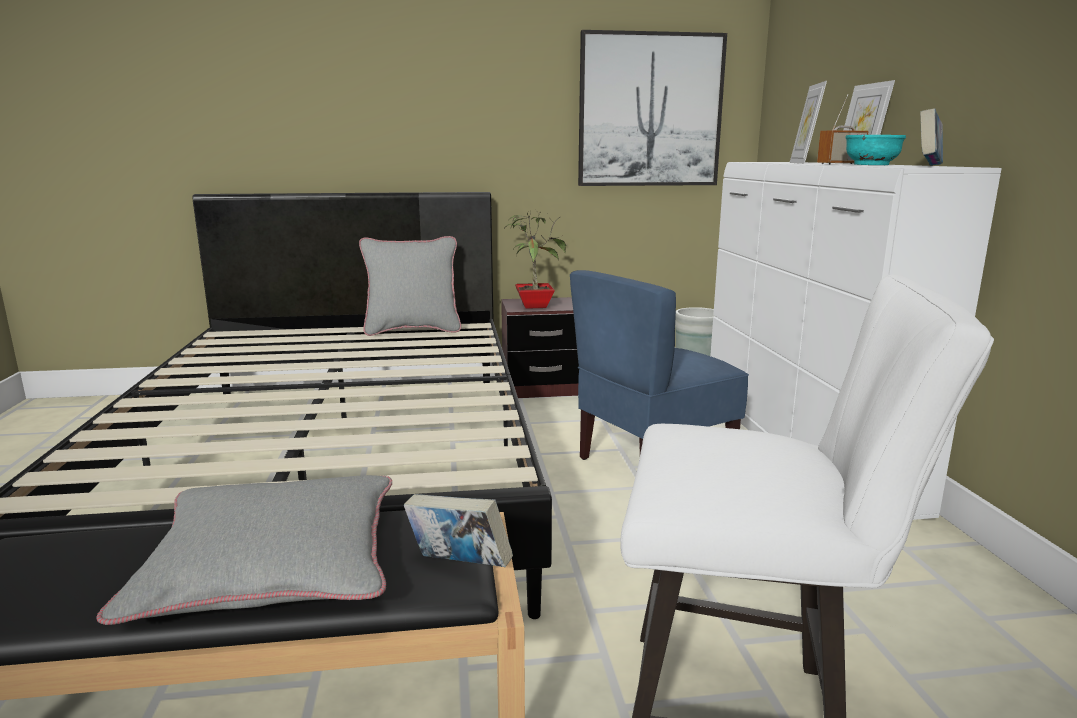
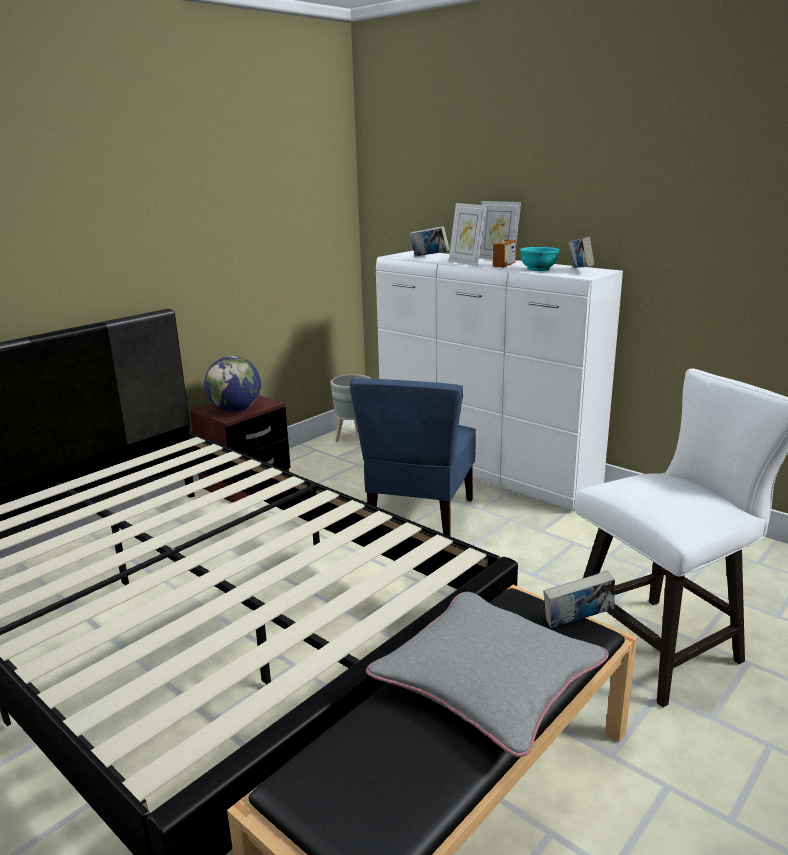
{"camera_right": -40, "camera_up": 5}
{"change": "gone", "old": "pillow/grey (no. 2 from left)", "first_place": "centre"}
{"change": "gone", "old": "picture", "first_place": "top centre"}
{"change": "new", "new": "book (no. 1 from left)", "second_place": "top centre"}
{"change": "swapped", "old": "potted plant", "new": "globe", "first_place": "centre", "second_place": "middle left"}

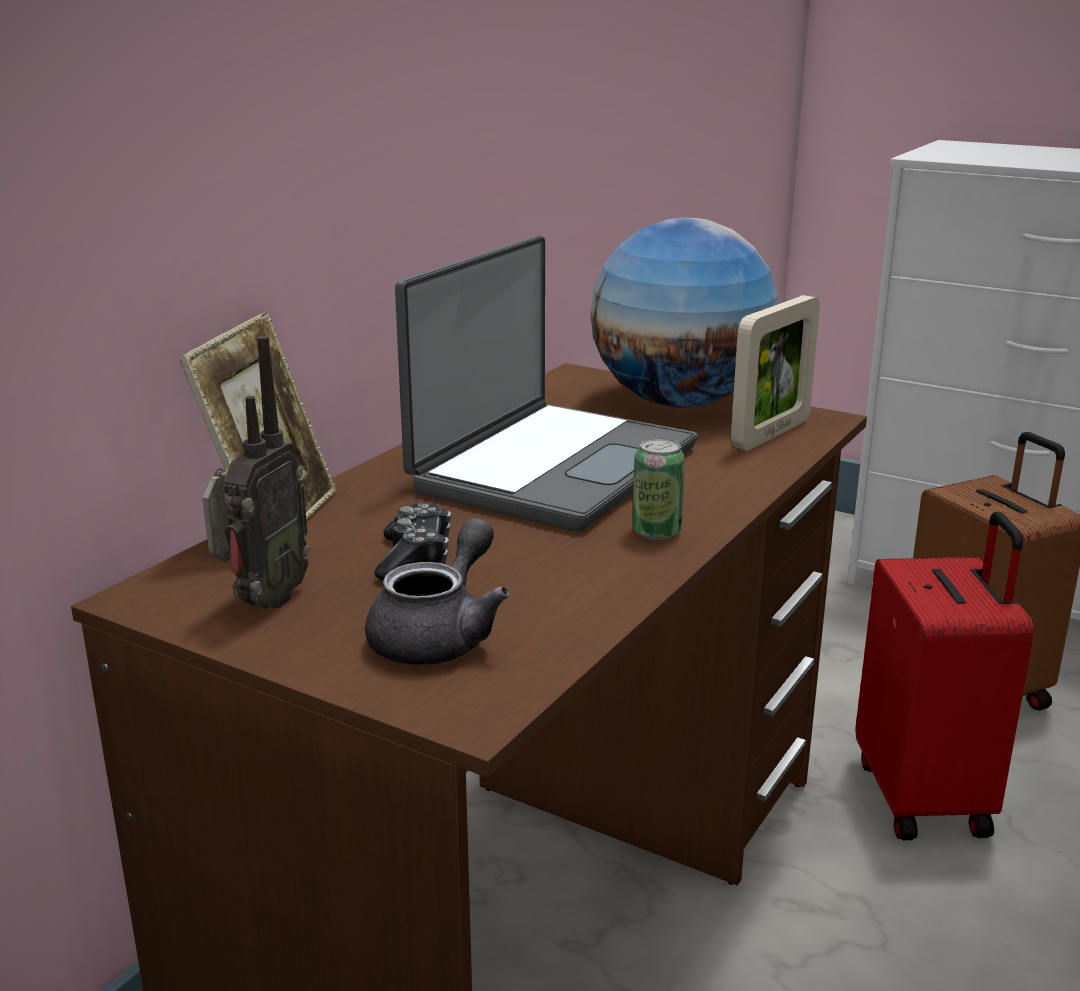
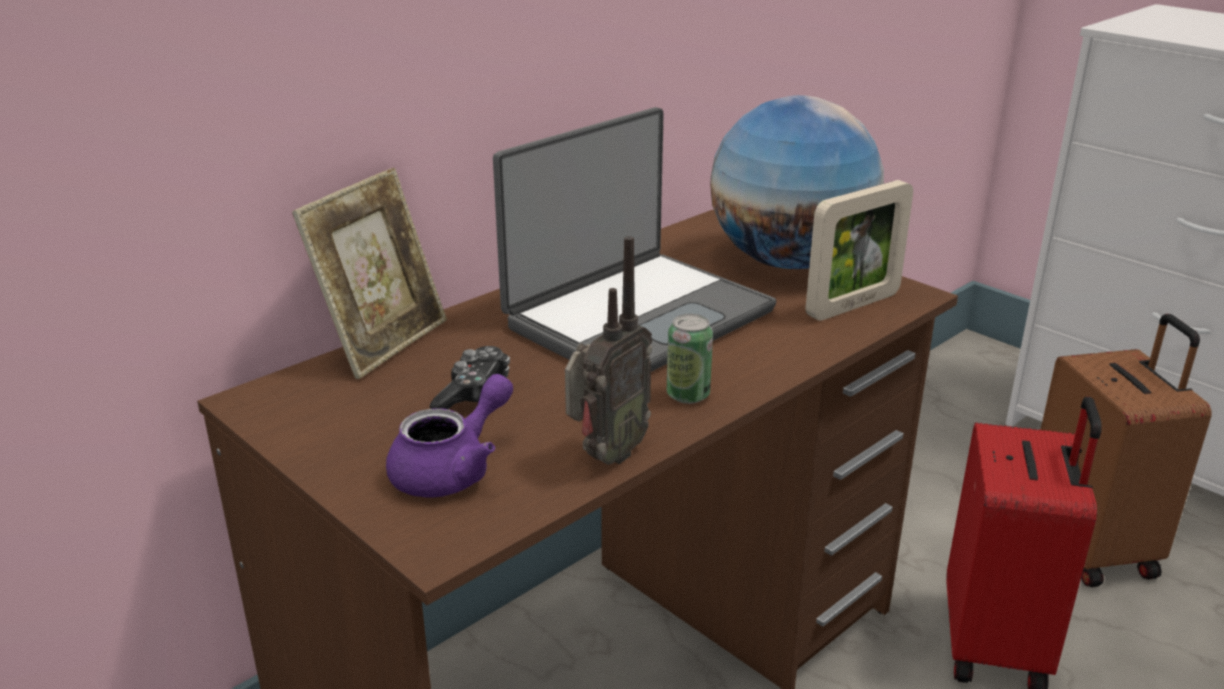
{"camera_right": 15, "camera_up": 5}
{"change": "shifted", "old": "radio", "first_place": "middle left", "second_place": "centre"}
{"change": "repainted", "old": "teapot/grey", "new": "teapot/purple", "first_place": "centre", "second_place": "centre"}

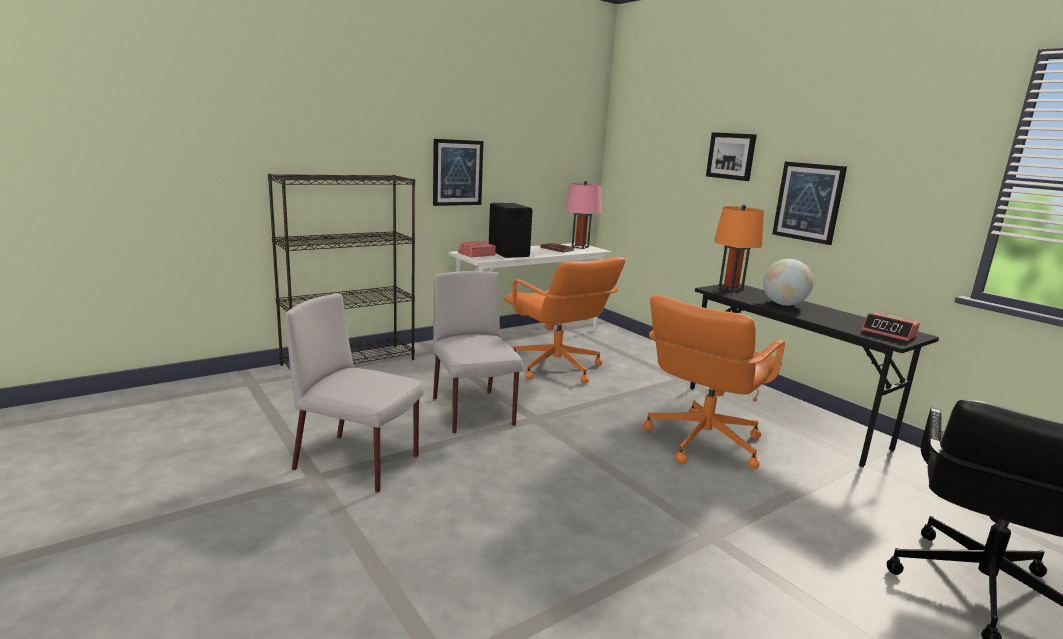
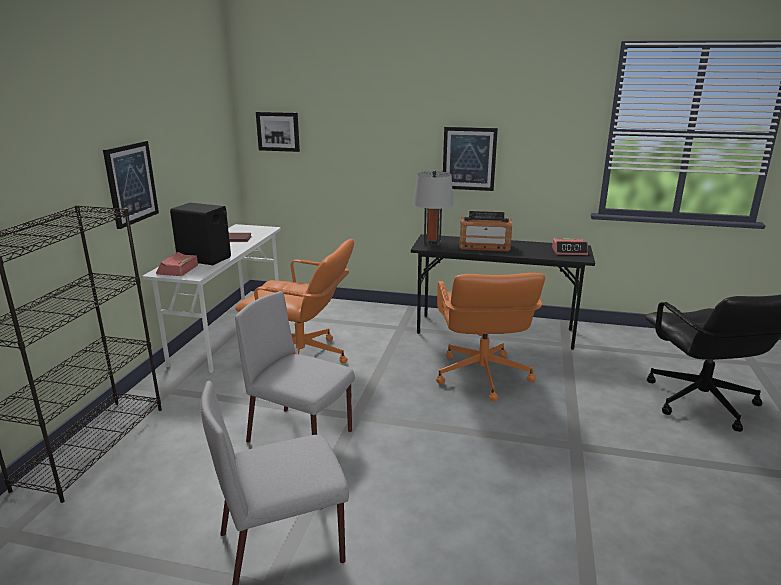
{"camera_right": -40, "camera_up": 5}
{"change": "gone", "old": "table lamp/pink", "first_place": "centre"}
{"change": "shifted", "old": "picture (no. 2 from left)", "first_place": "top right", "second_place": "top centre"}
{"change": "swapped", "old": "globe", "new": "radio", "first_place": "middle right", "second_place": "centre"}
{"change": "repainted", "old": "table lamp/orange", "new": "table lamp/grey", "first_place": "middle right", "second_place": "centre"}

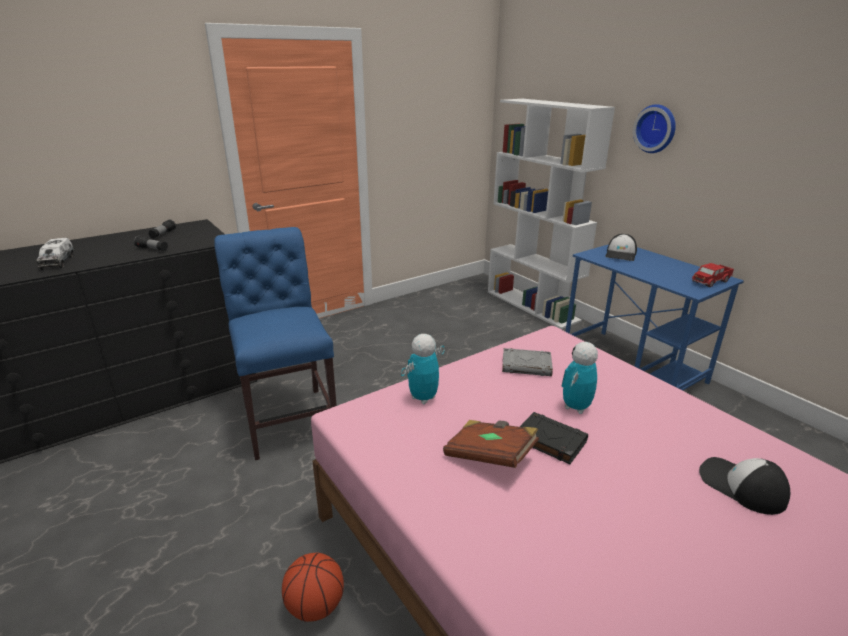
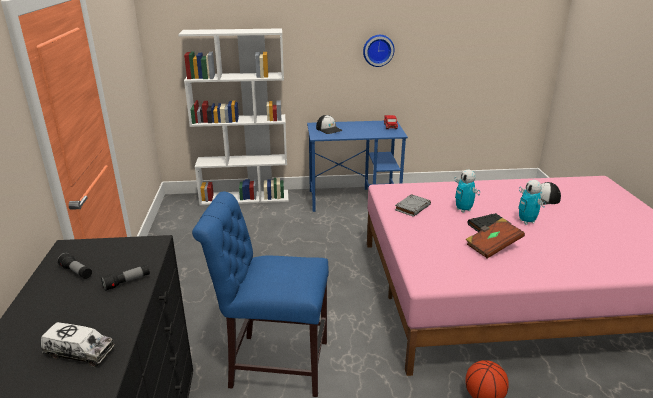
{"camera_right": -60, "camera_up": 0}
{"change": "shifted", "old": "toy robot (no. 1 from left in the first image)", "new": "toy robot (no. 2 from left)", "first_place": "centre", "second_place": "middle right"}
{"change": "shifted", "old": "wall clock", "first_place": "top right", "second_place": "top centre"}

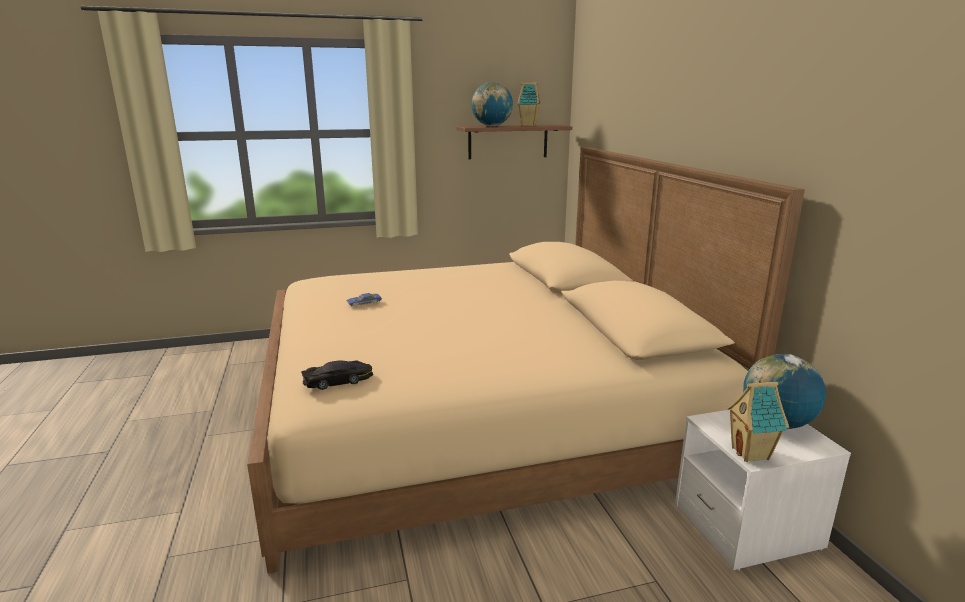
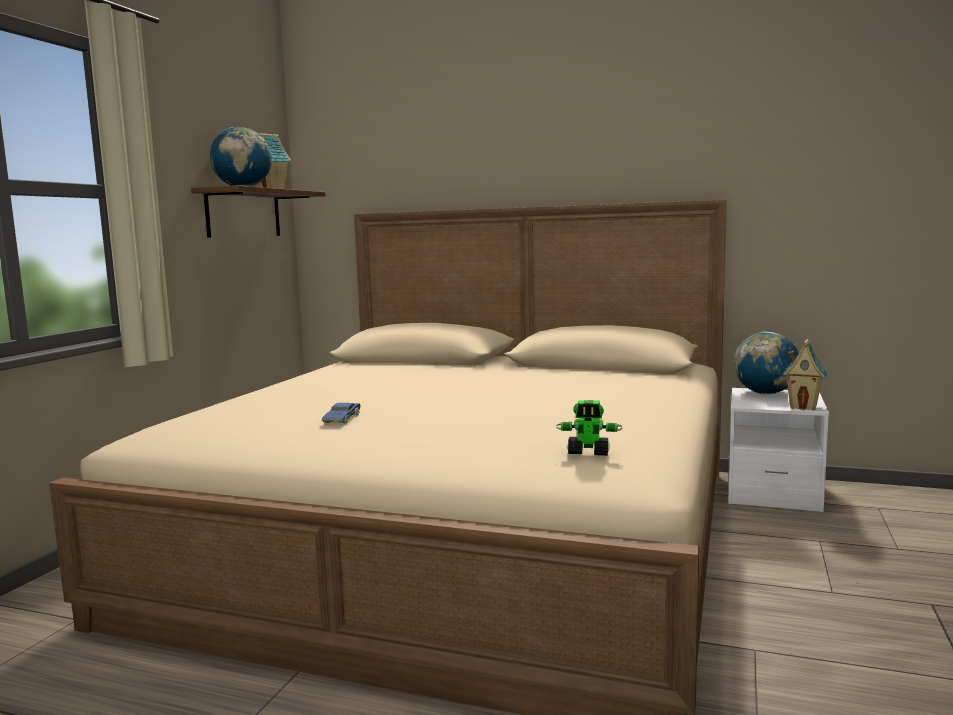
{"camera_right": -55, "camera_up": -10}
{"change": "swapped", "old": "toy car/black", "new": "toy robot", "first_place": "centre", "second_place": "centre"}

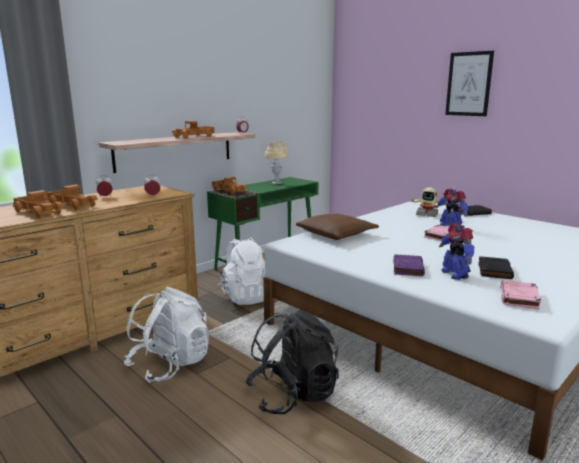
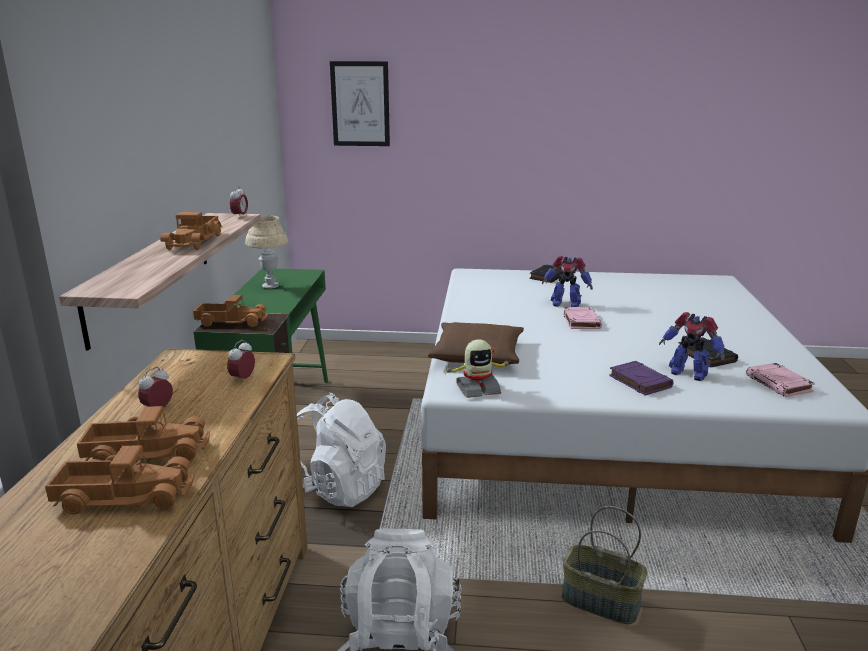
{"camera_right": -40, "camera_up": 5}
{"change": "shifted", "old": "toy robot (no. 1 from left)", "first_place": "middle right", "second_place": "centre"}
{"change": "shifted", "old": "picture", "first_place": "top right", "second_place": "top centre"}
{"change": "swapped", "old": "backpack/black", "new": "basket", "first_place": "bottom centre", "second_place": "bottom right"}

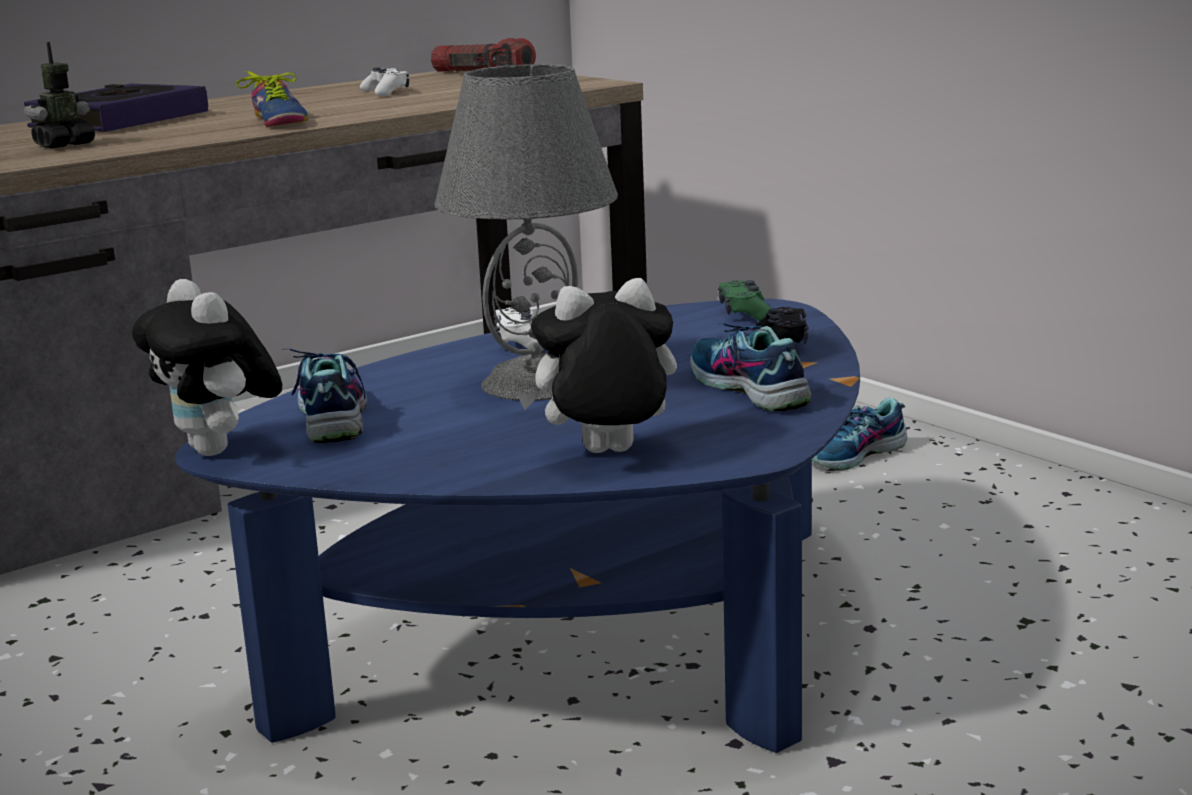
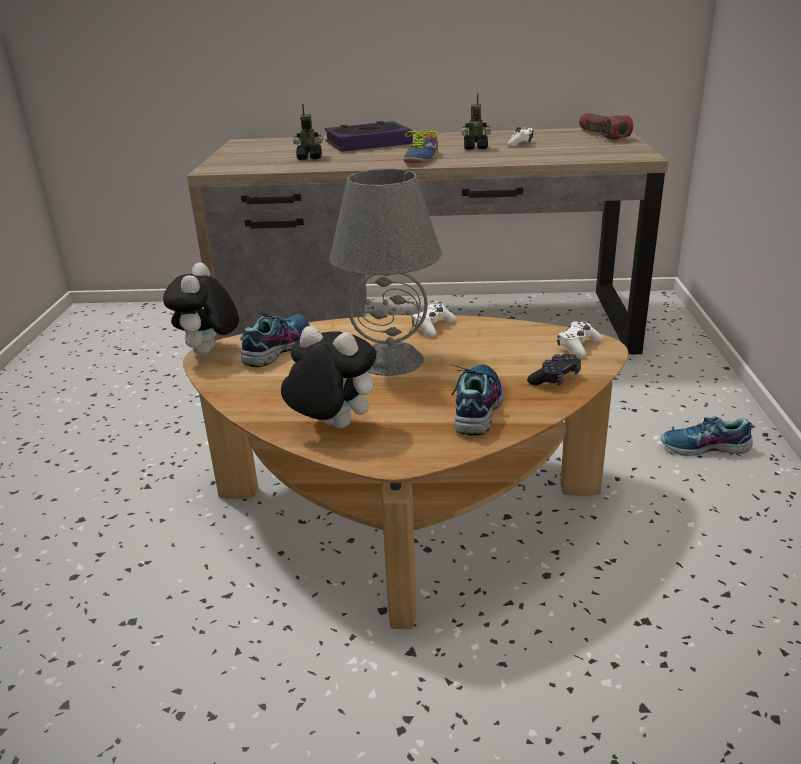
{"camera_right": 40, "camera_up": 10}
{"change": "new", "new": "toy robot (no. 2 from left)", "second_place": "top centre"}
{"change": "repainted", "old": "coffee table/blue", "new": "coffee table/brown", "first_place": "centre", "second_place": "centre"}
{"change": "repainted", "old": "game controller/green", "new": "game controller/white (no. 3 from left)", "first_place": "centre", "second_place": "middle right"}

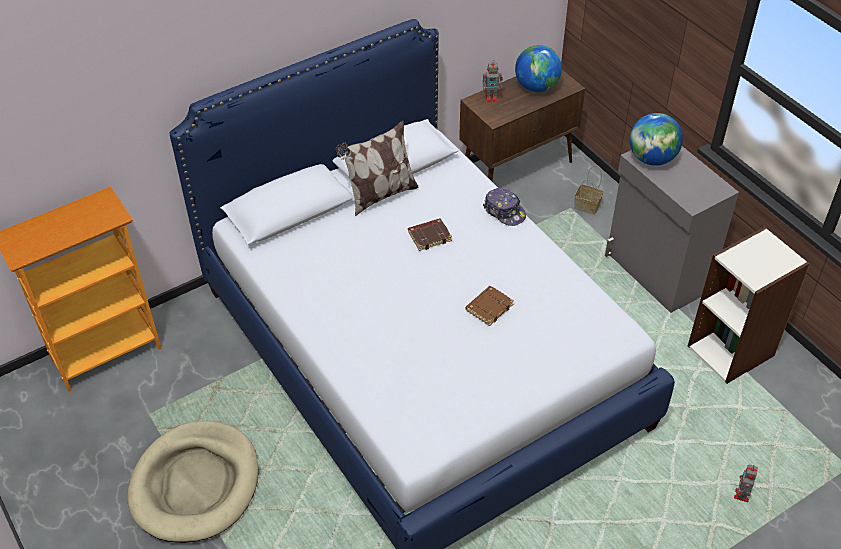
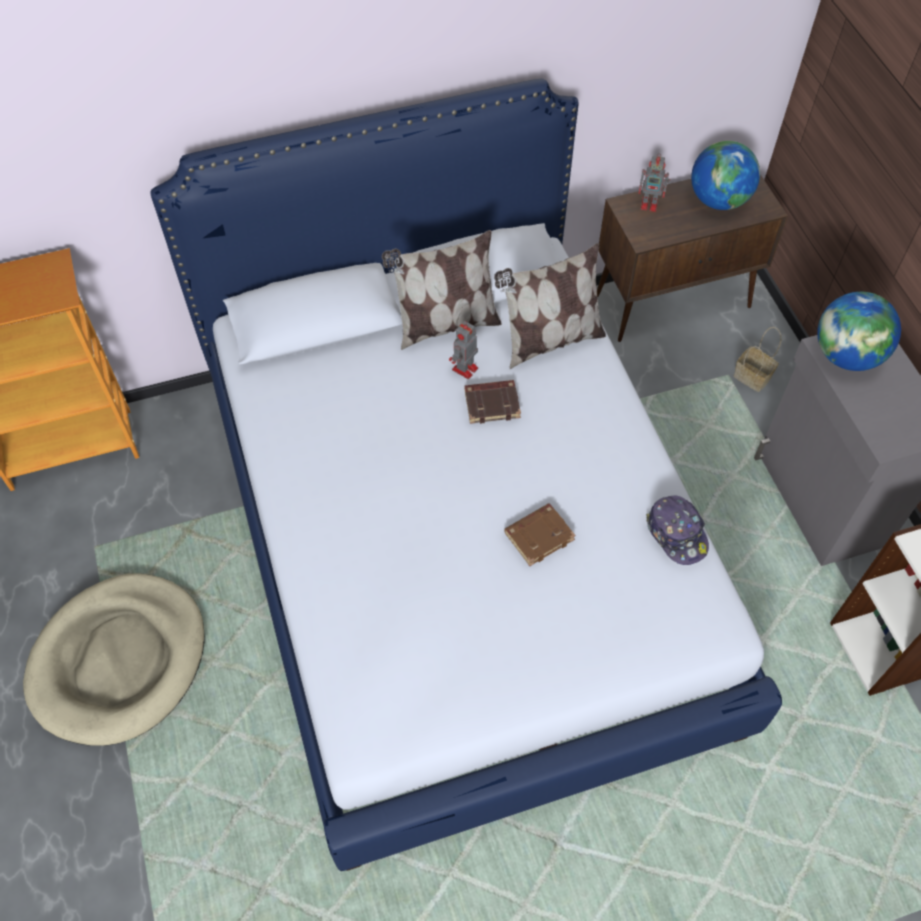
{"camera_right": 15, "camera_up": 10}
{"change": "new", "new": "pillow (no. 2 from left)", "second_place": "top centre"}
{"change": "shifted", "old": "cap", "first_place": "centre", "second_place": "middle right"}
{"change": "shifted", "old": "toy robot (no. 2 from left in the first image)", "new": "toy robot (no. 1 from left)", "first_place": "bottom right", "second_place": "centre"}

